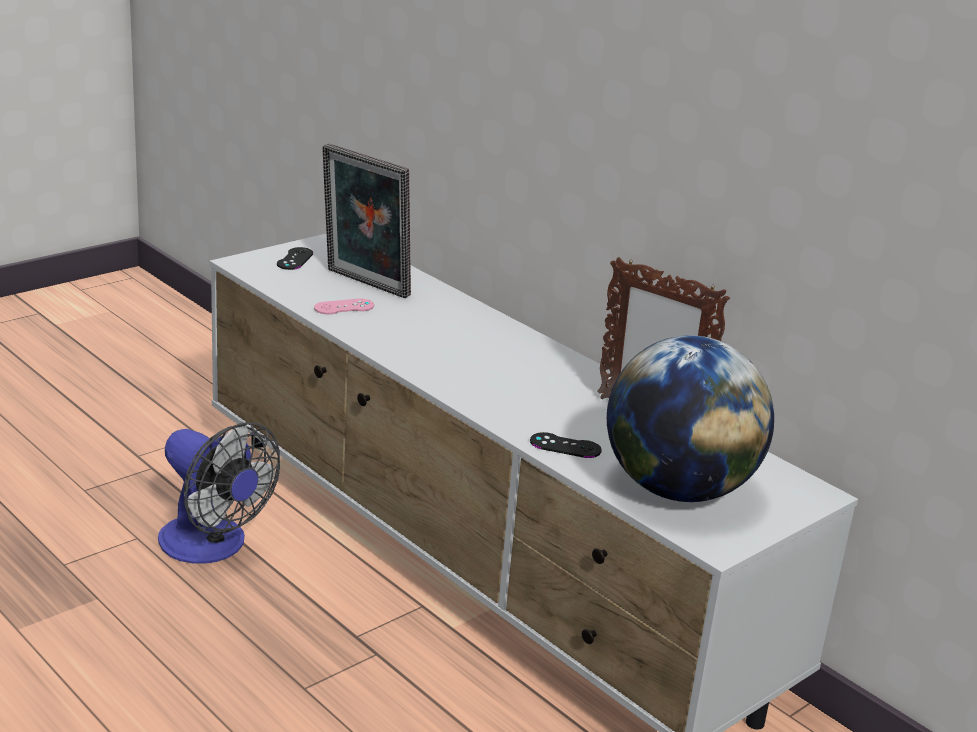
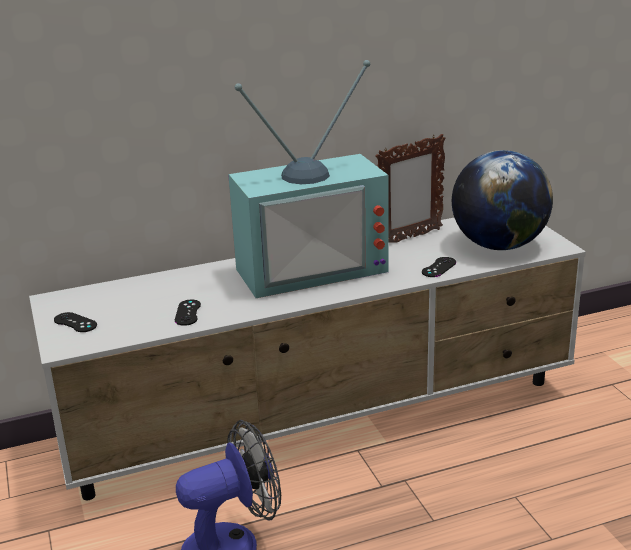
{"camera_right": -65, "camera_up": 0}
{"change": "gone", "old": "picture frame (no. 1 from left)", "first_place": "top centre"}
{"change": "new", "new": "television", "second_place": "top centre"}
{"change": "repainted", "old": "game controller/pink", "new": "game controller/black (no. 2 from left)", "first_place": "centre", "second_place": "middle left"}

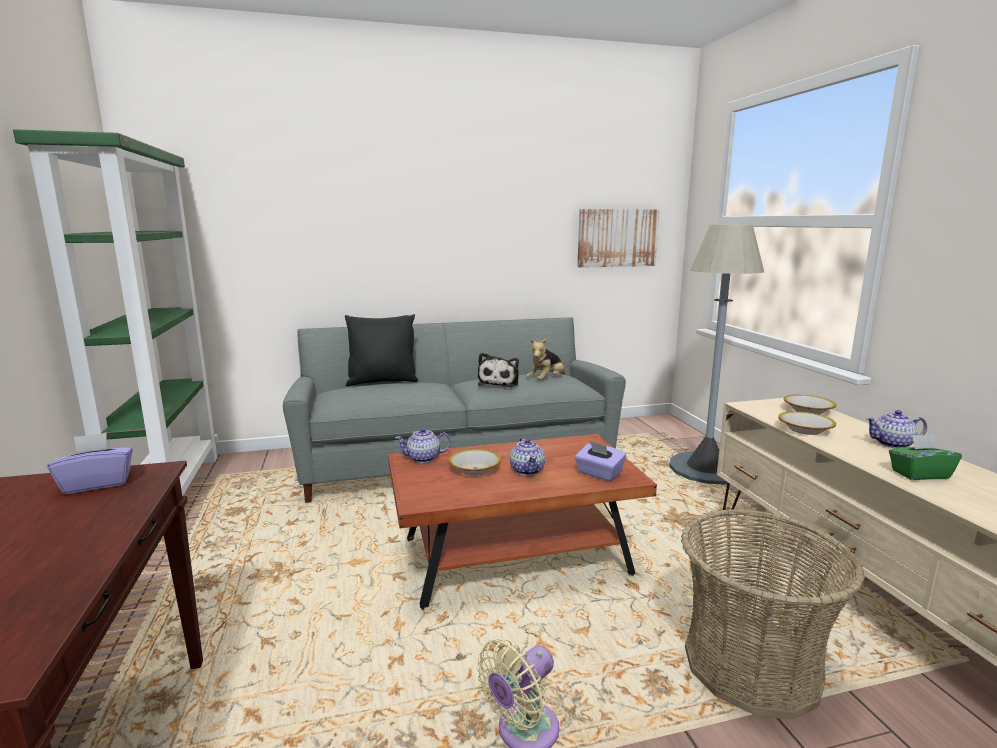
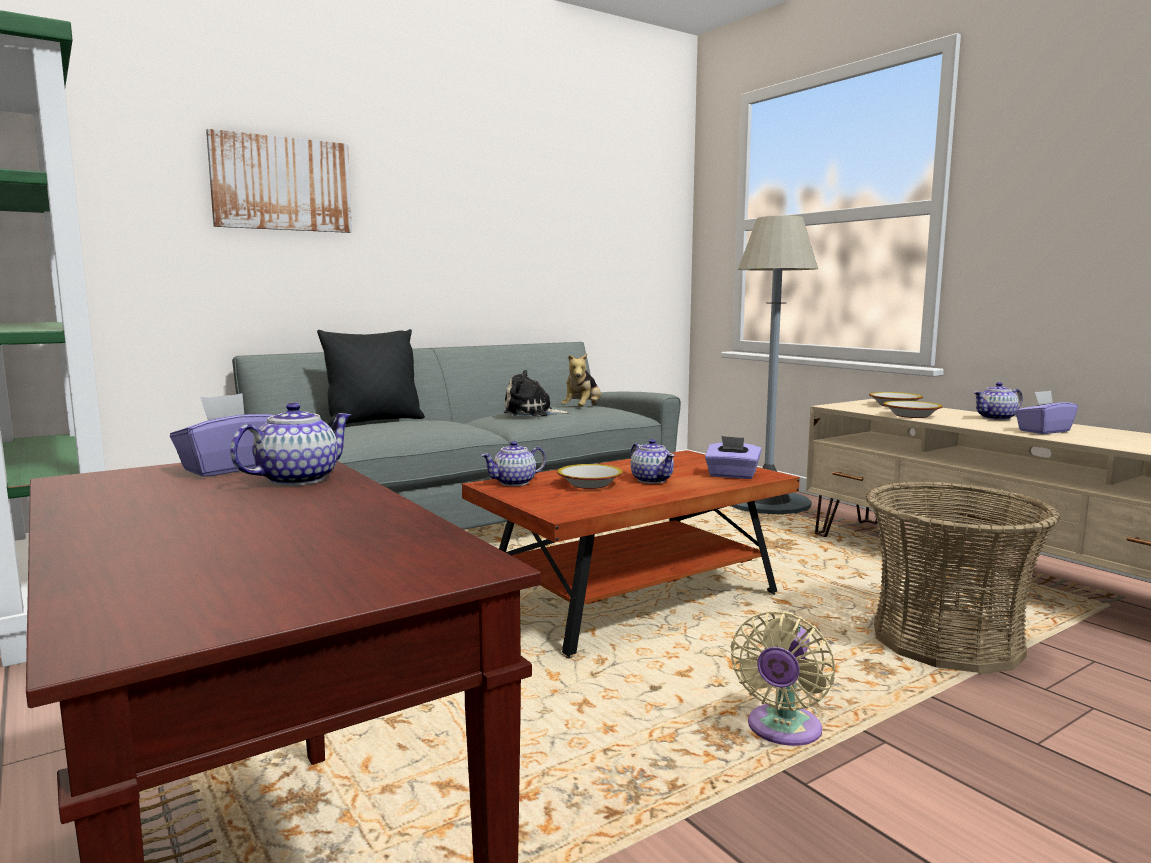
{"camera_right": -20, "camera_up": -5}
{"change": "new", "new": "teapot (no. 1 from left)", "second_place": "middle left"}
{"change": "shifted", "old": "picture", "first_place": "top centre", "second_place": "top left"}
{"change": "repainted", "old": "tissue box/green", "new": "tissue box/purple (no. 3 from left)", "first_place": "middle right", "second_place": "middle right"}
{"change": "rotated", "old": "plush toy (no. 1 from left)", "first_place": "centre", "second_place": "centre", "degrees": 105}

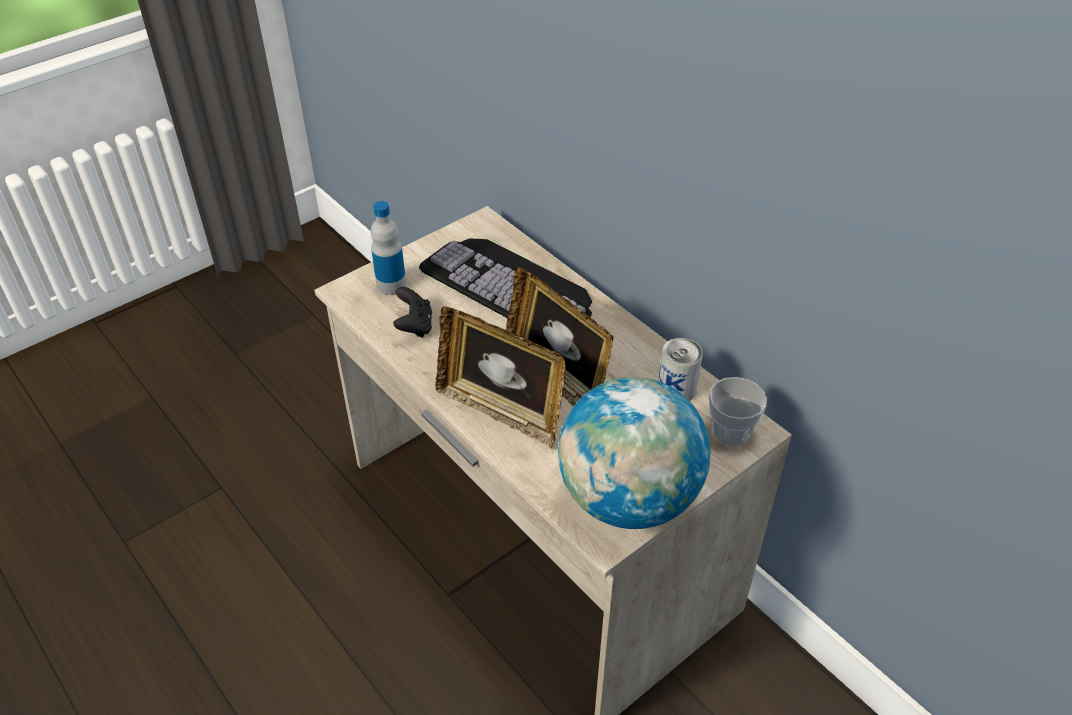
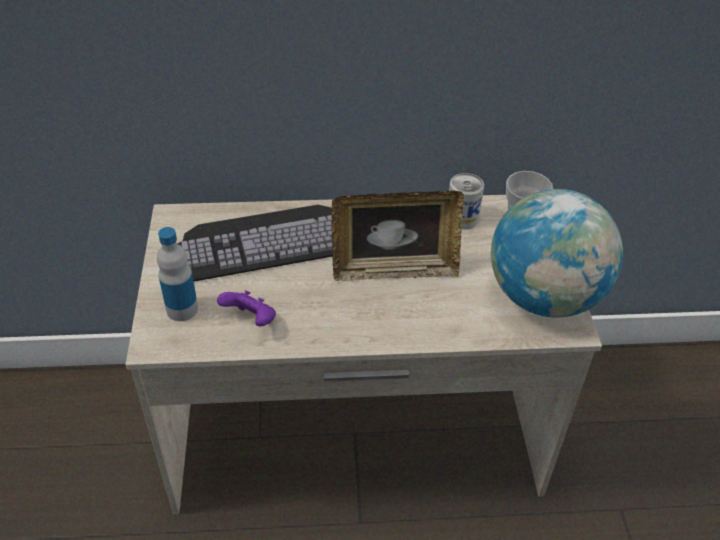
{"camera_right": -55, "camera_up": 0}
{"change": "gone", "old": "picture frame (no. 1 from left)", "first_place": "centre"}
{"change": "repainted", "old": "game controller/black", "new": "game controller/purple", "first_place": "centre", "second_place": "centre"}

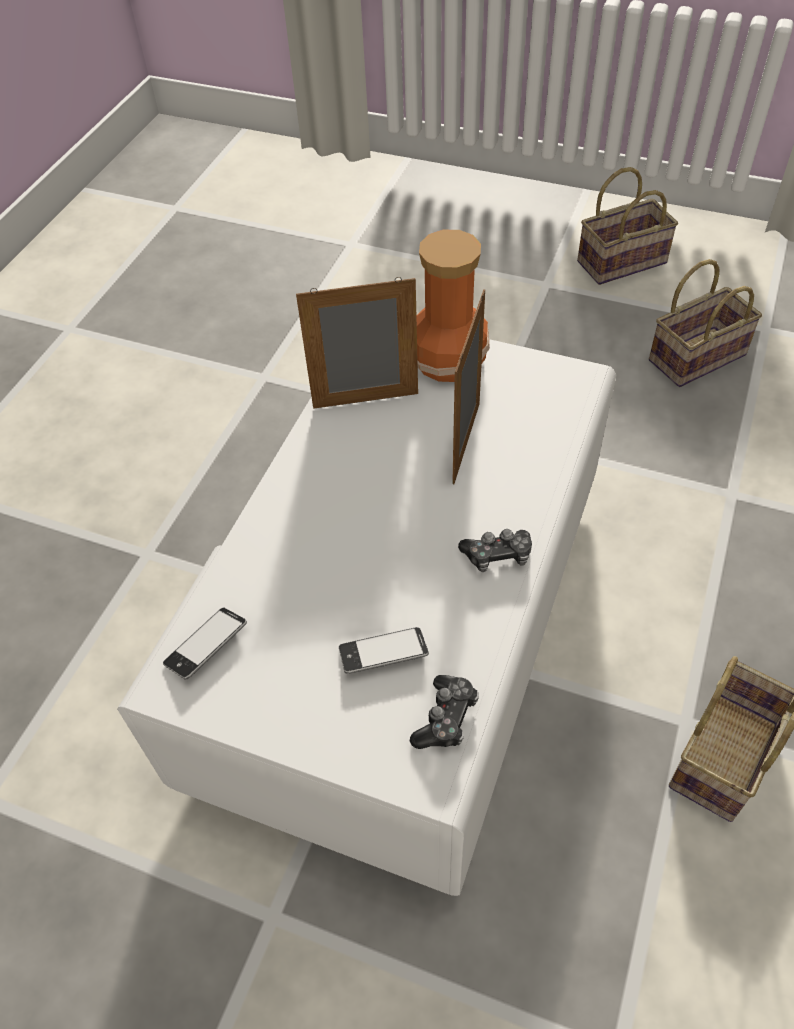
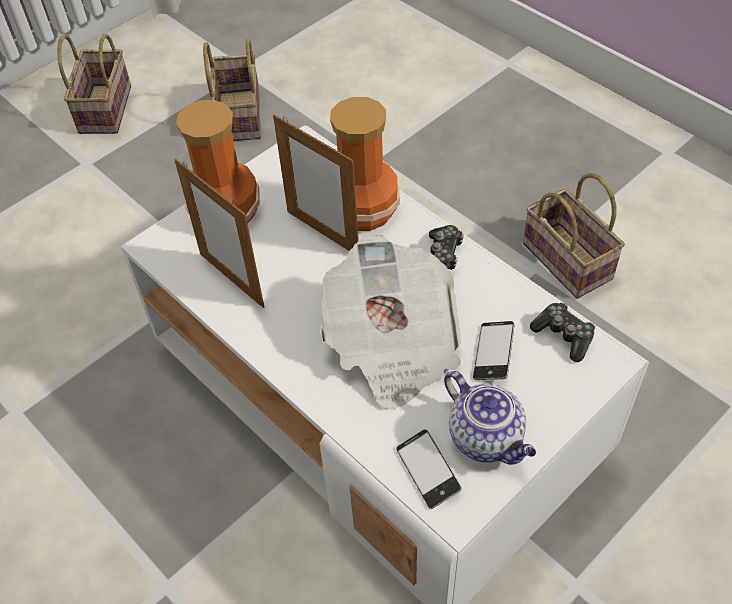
{"camera_right": -65, "camera_up": 0}
{"change": "new", "new": "newspaper", "second_place": "centre"}
{"change": "new", "new": "vase (no. 2 from left)", "second_place": "top centre"}
{"change": "new", "new": "teapot", "second_place": "bottom right"}
{"change": "rotated", "old": "picture frame (no. 1 from left)", "first_place": "centre", "second_place": "middle left", "degrees": -60}

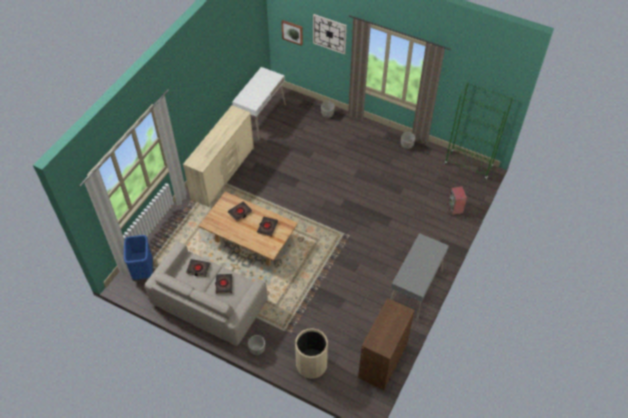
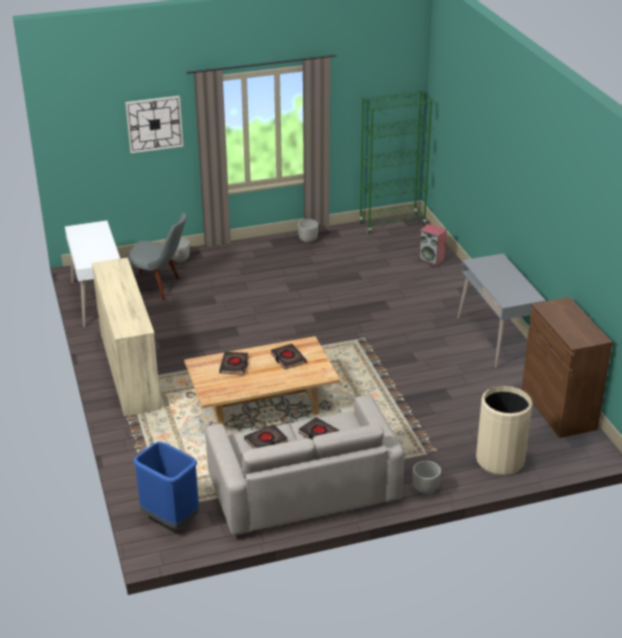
{"camera_right": -45, "camera_up": -20}
{"change": "gone", "old": "picture", "first_place": "top centre"}
{"change": "new", "new": "chair/grey", "second_place": "middle left"}

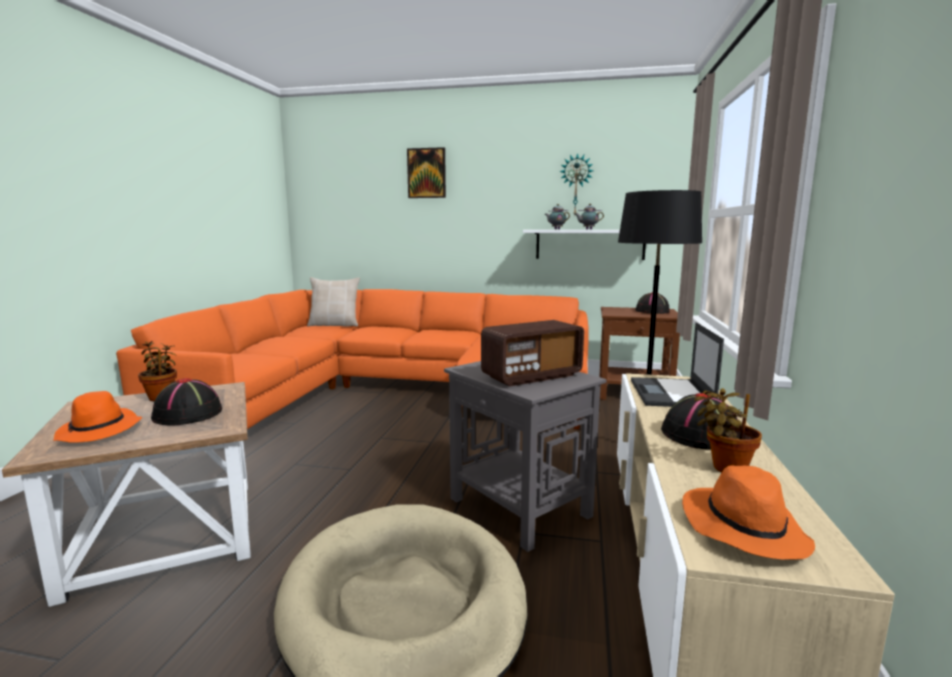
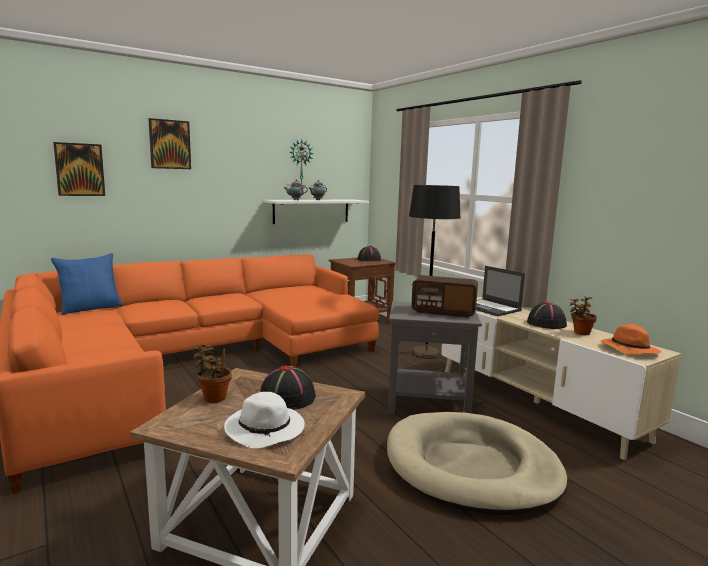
{"camera_right": -45, "camera_up": 0}
{"change": "new", "new": "picture (no. 1 from left)", "second_place": "top left"}
{"change": "repainted", "old": "hat/orange (no. 1 from left)", "new": "hat/white", "first_place": "middle left", "second_place": "bottom centre"}
{"change": "repainted", "old": "pillow/beige", "new": "pillow/blue", "first_place": "centre", "second_place": "middle left"}
{"change": "rotated", "old": "radio", "first_place": "centre", "second_place": "centre", "degrees": 90}

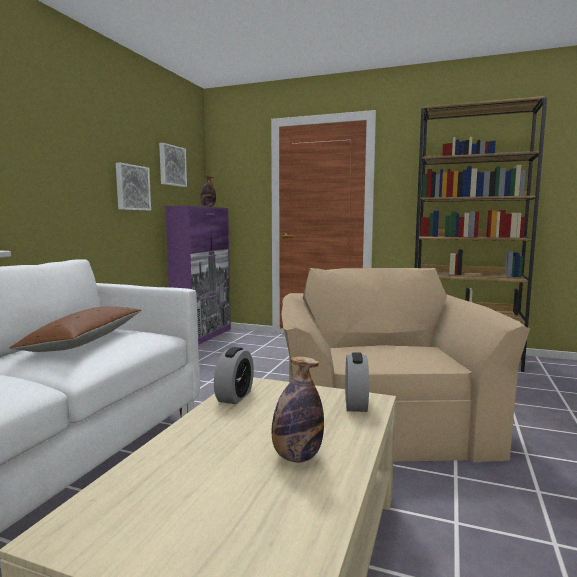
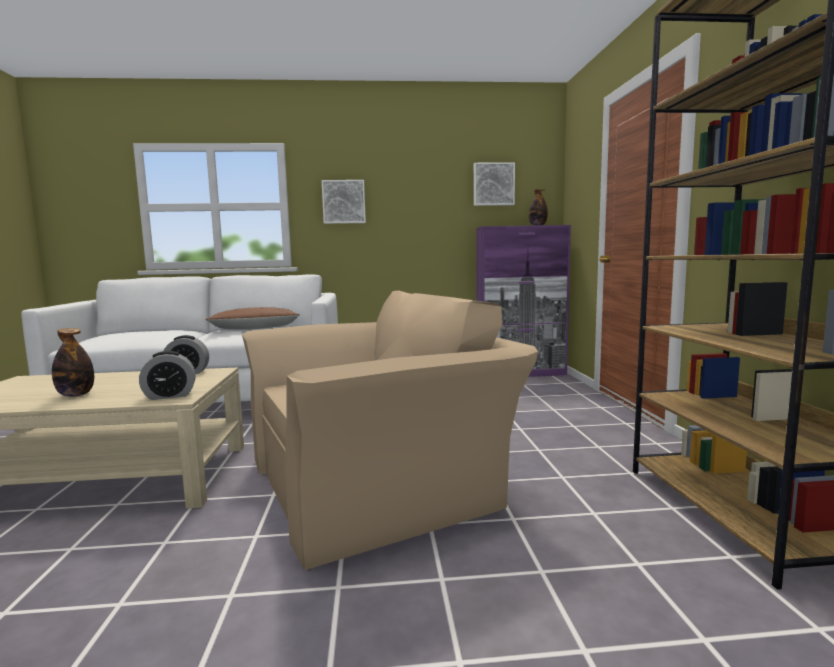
{"camera_right": 65, "camera_up": 0}
{"change": "shifted", "old": "picture (no. 1 from left)", "first_place": "top left", "second_place": "top centre"}

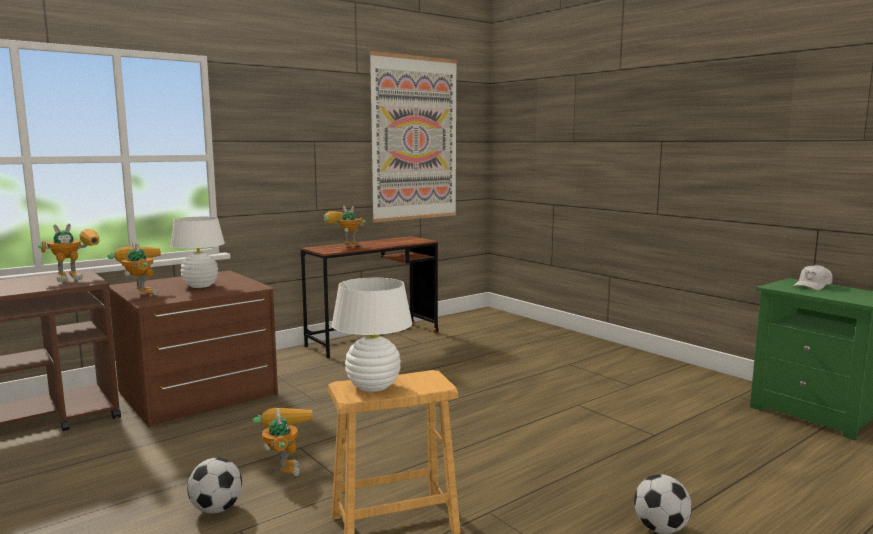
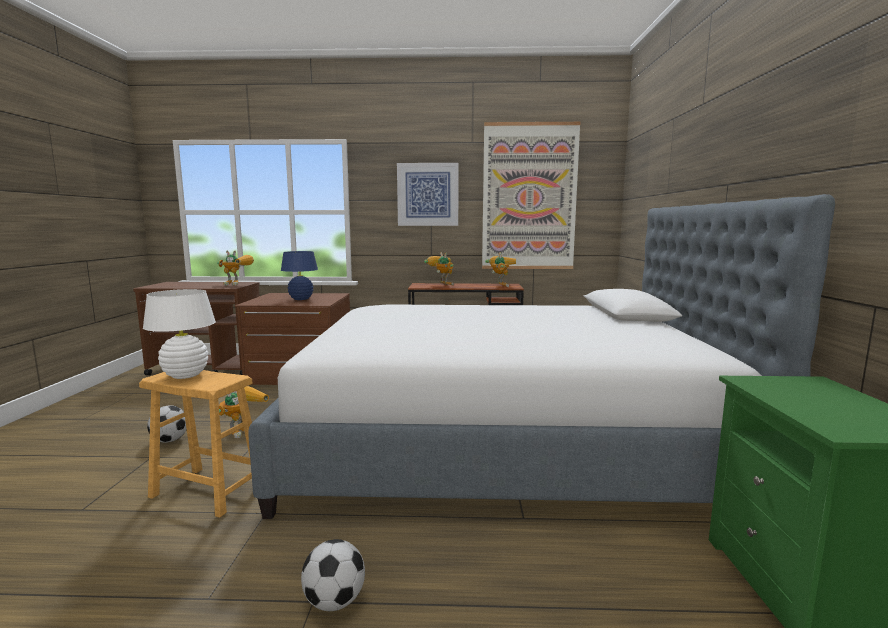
{"camera_right": 40, "camera_up": 0}
{"change": "gone", "old": "cap/white", "first_place": "middle right"}
{"change": "new", "new": "bed", "second_place": "centre"}
{"change": "new", "new": "picture (no. 1 from left)", "second_place": "top centre"}
{"change": "shifted", "old": "toy robot (no. 2 from left in the first image)", "new": "toy robot (no. 4 from left)", "first_place": "middle left", "second_place": "centre"}
{"change": "repainted", "old": "table lamp/white (no. 1 from left)", "new": "table lamp/blue", "first_place": "middle left", "second_place": "centre"}

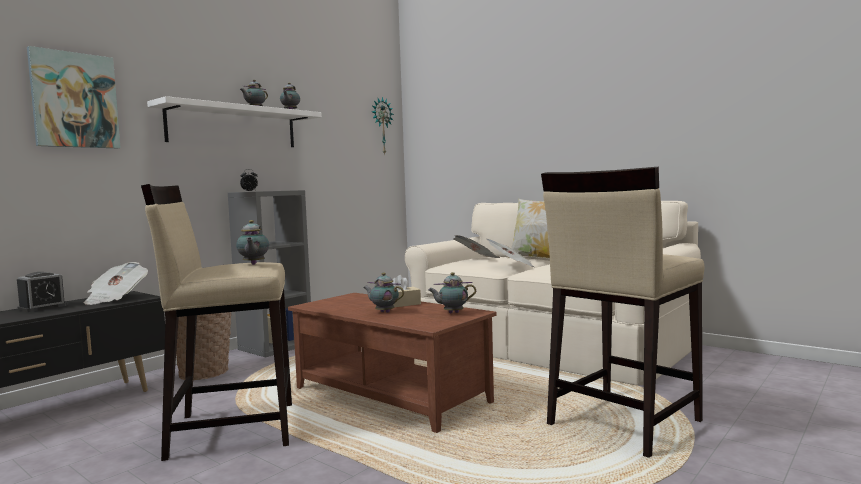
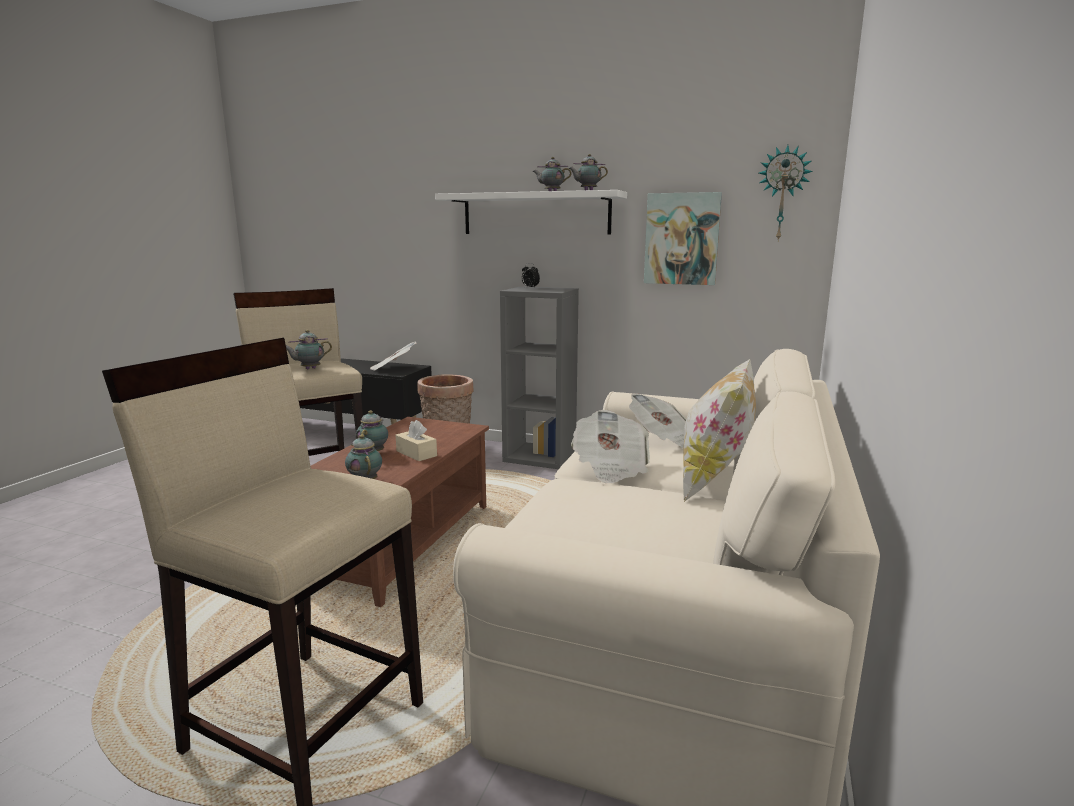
{"camera_right": 70, "camera_up": 10}
{"change": "gone", "old": "alarm clock (no. 1 from left)", "first_place": "middle left"}
{"change": "shifted", "old": "picture", "first_place": "top left", "second_place": "top centre"}

